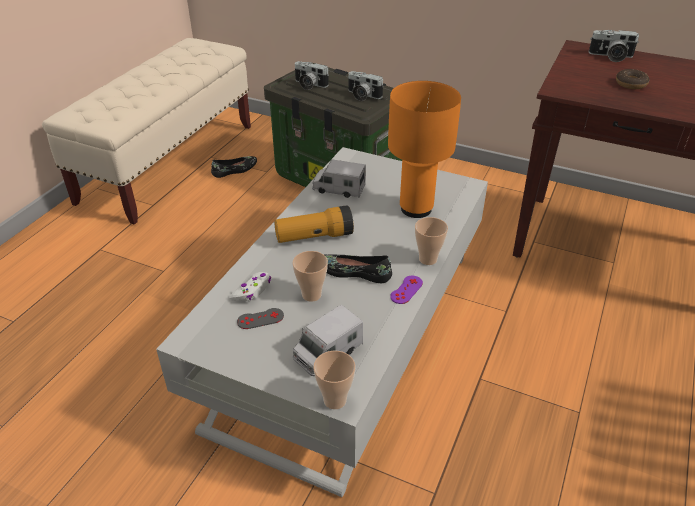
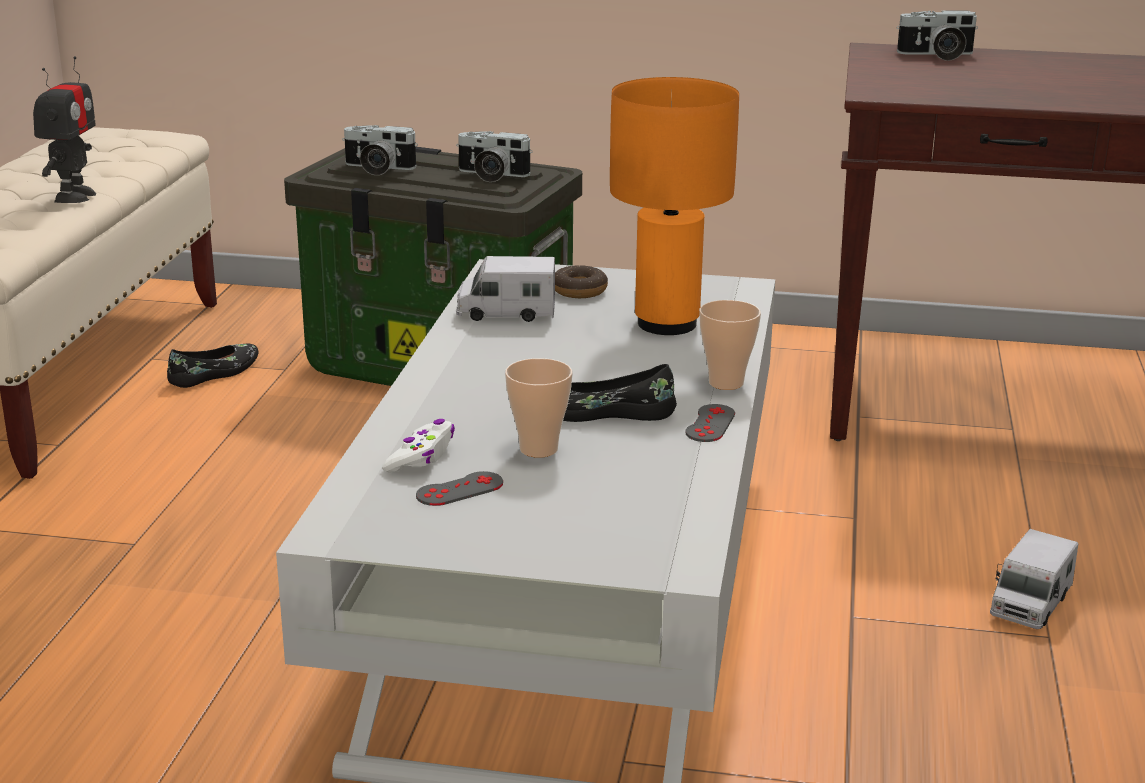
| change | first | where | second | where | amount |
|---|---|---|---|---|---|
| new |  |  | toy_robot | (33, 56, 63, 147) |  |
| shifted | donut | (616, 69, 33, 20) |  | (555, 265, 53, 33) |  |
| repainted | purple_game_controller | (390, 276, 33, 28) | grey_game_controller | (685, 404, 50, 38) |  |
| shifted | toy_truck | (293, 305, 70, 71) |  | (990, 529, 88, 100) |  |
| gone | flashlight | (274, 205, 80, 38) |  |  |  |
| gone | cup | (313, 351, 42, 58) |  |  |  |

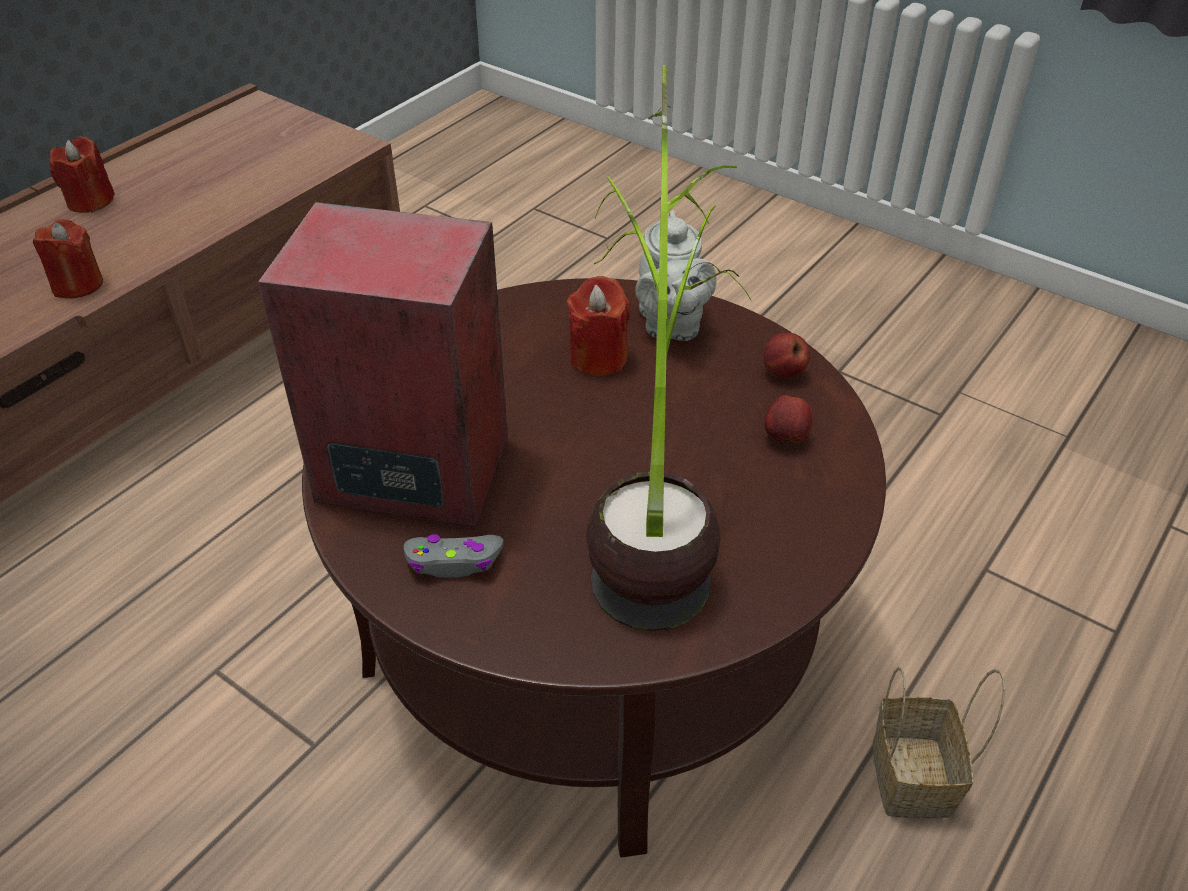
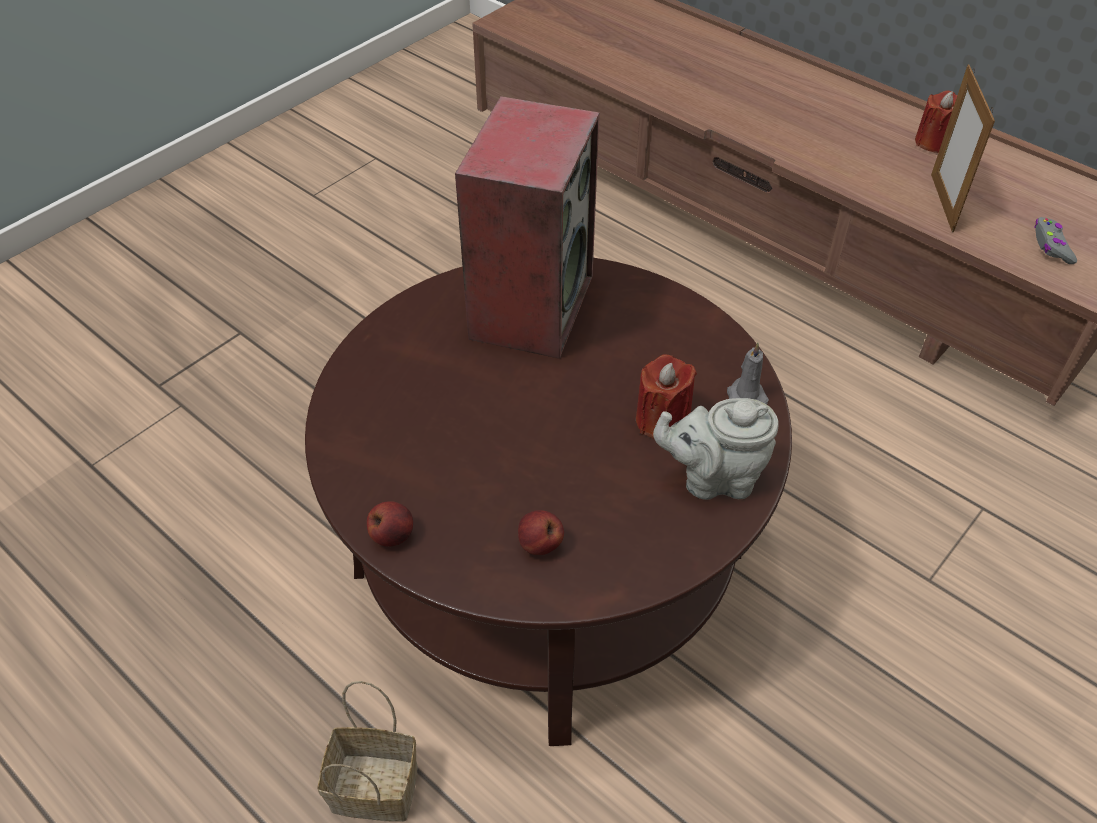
| change | first | where | second | where | amount |
|---|---|---|---|---|---|
| shifted | apple | (764, 333, 46, 45) |  | (367, 501, 46, 46) |  |
| new |  |  | grey_candle | (727, 342, 42, 62) |  |
| new |  |  | picture_frame | (931, 65, 64, 168) |  |
| shifted | grey_game_controller | (404, 534, 100, 43) |  | (1034, 217, 43, 47) |  |
| gone | red_candle | (33, 219, 70, 80) |  |  |  |
| gone | potted_plant | (586, 65, 166, 566) |  |  |  |

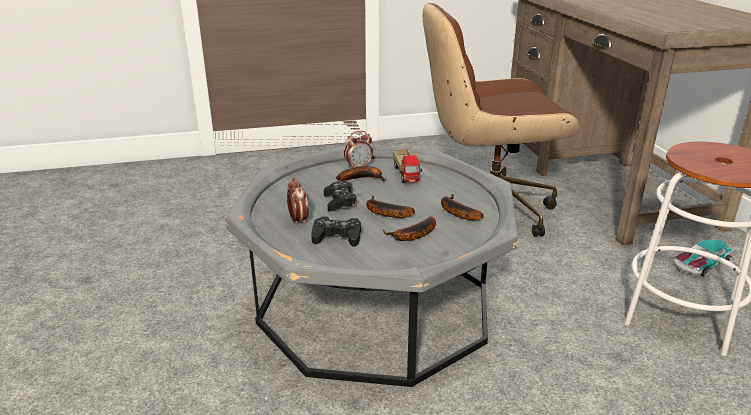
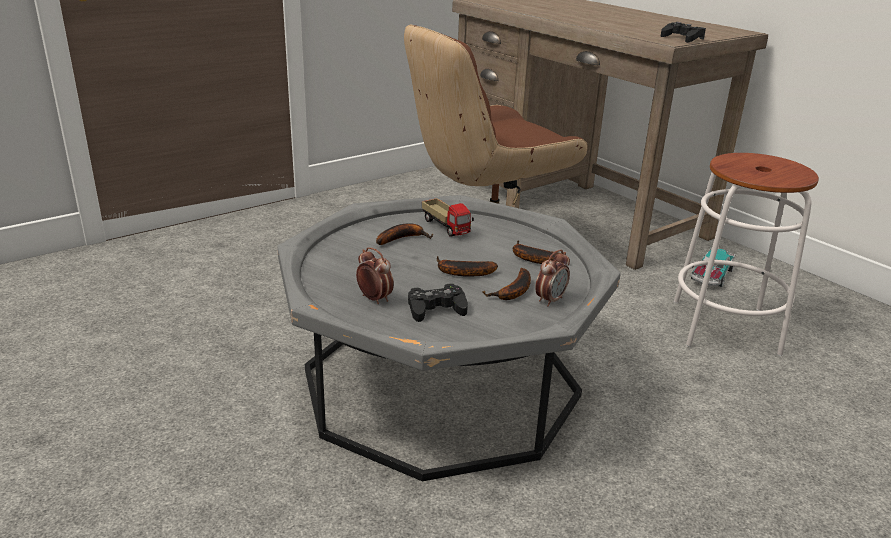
| change | first | where | second | where | amount |
|---|---|---|---|---|---|
| shifted | alarm_clock | (344, 131, 29, 37) |  | (535, 249, 35, 58) |  |
| shifted | black_game_controller | (324, 181, 33, 31) |  | (661, 22, 45, 21) |  |

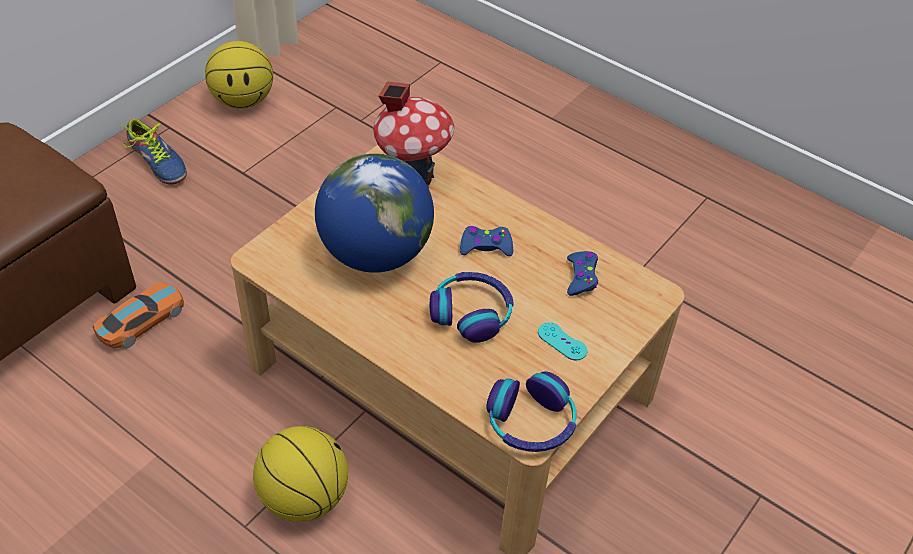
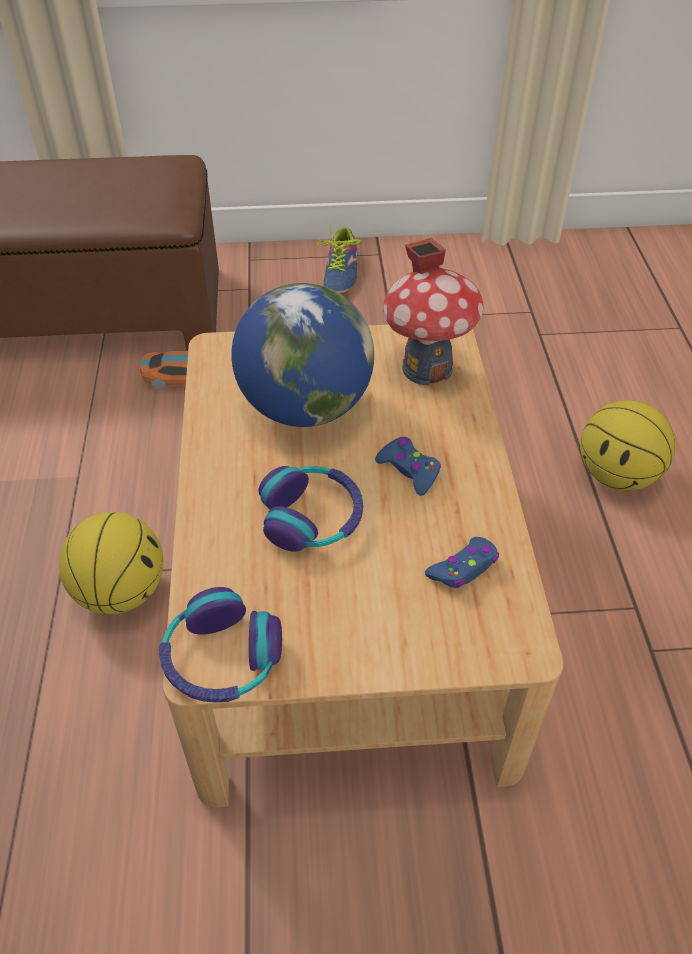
| change | first | where | second | where | amount |
|---|---|---|---|---|---|
| shifted | basketball | (205, 41, 68, 68) |  | (580, 400, 96, 90) |  |
| gone | turquoise_game_controller | (538, 322, 49, 39) |  |  |  |

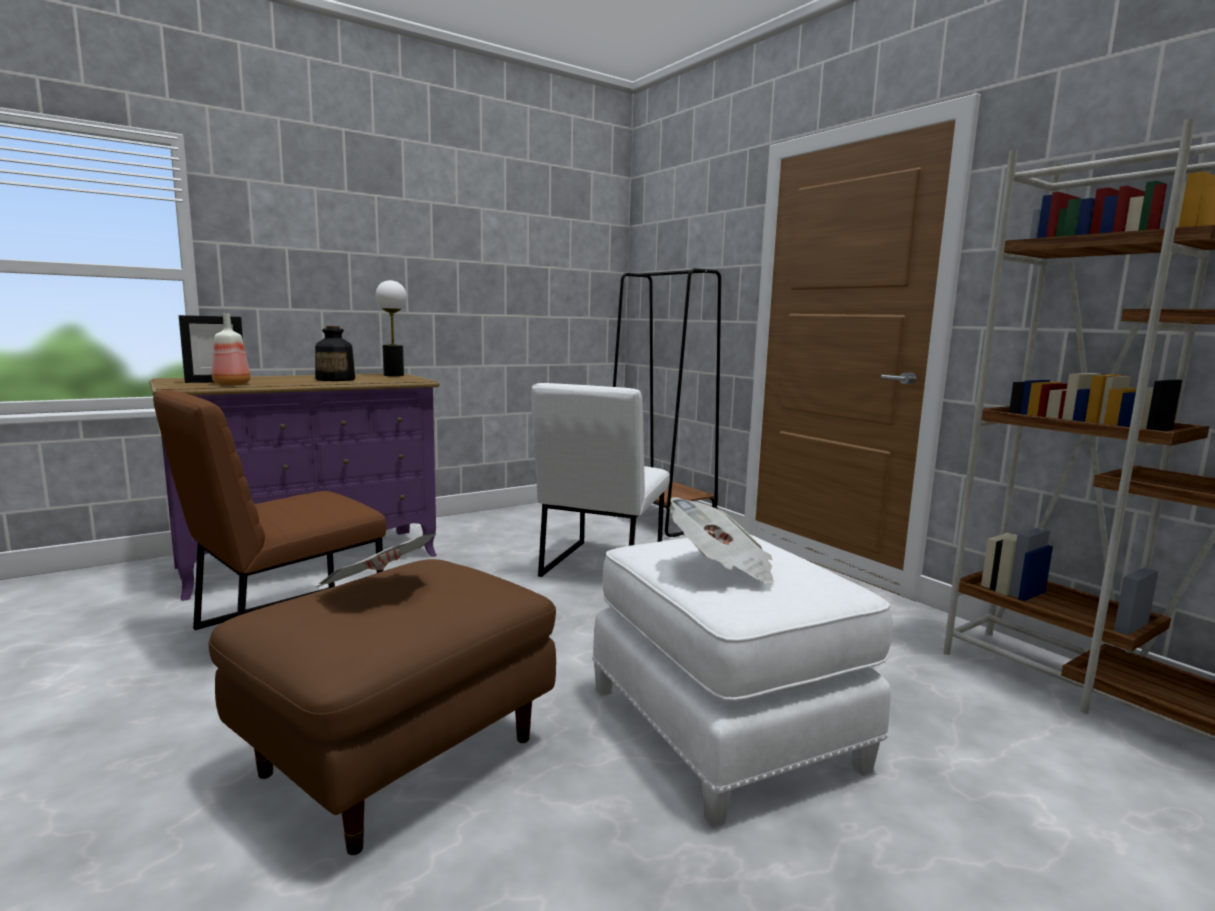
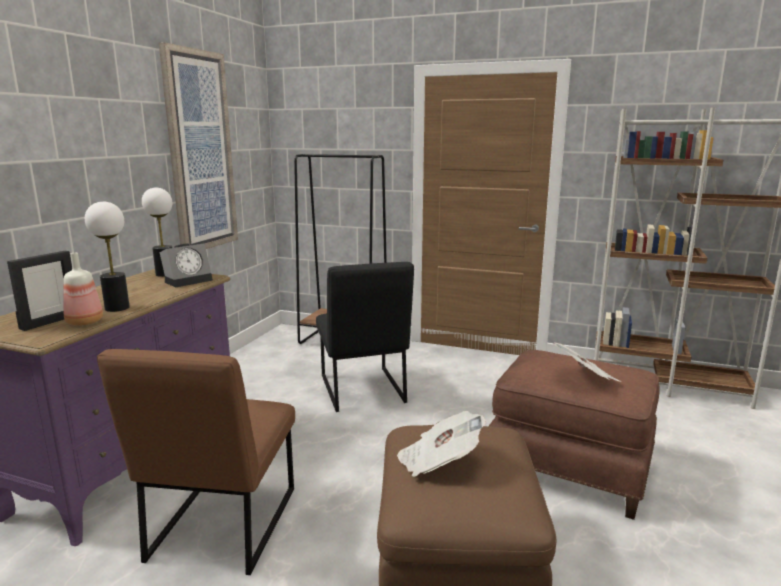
| change | first | where | second | where | amount |
|---|---|---|---|---|---|
| new |  |  | table_lamp | (85, 202, 45, 110) |  |
| new |  |  | picture | (159, 42, 79, 207) |  |
| new |  |  | alarm_clock | (160, 243, 53, 45) |  |
| repainted | white_chair | (531, 383, 139, 194) | black_chair | (316, 262, 98, 150) |  |
| repainted | white_ottoman | (592, 535, 301, 293) | brown_ottoman | (489, 350, 171, 170) |  |
| gone | bottle | (315, 326, 40, 55) |  |  |  |

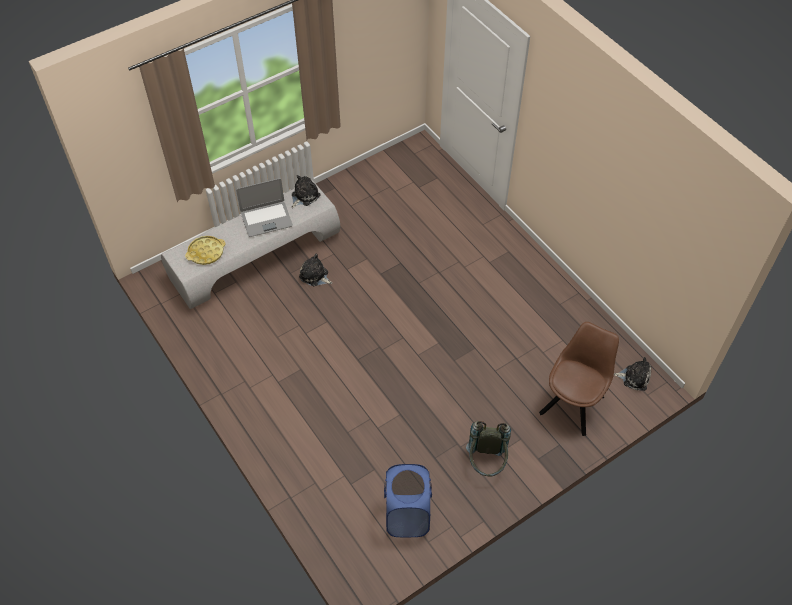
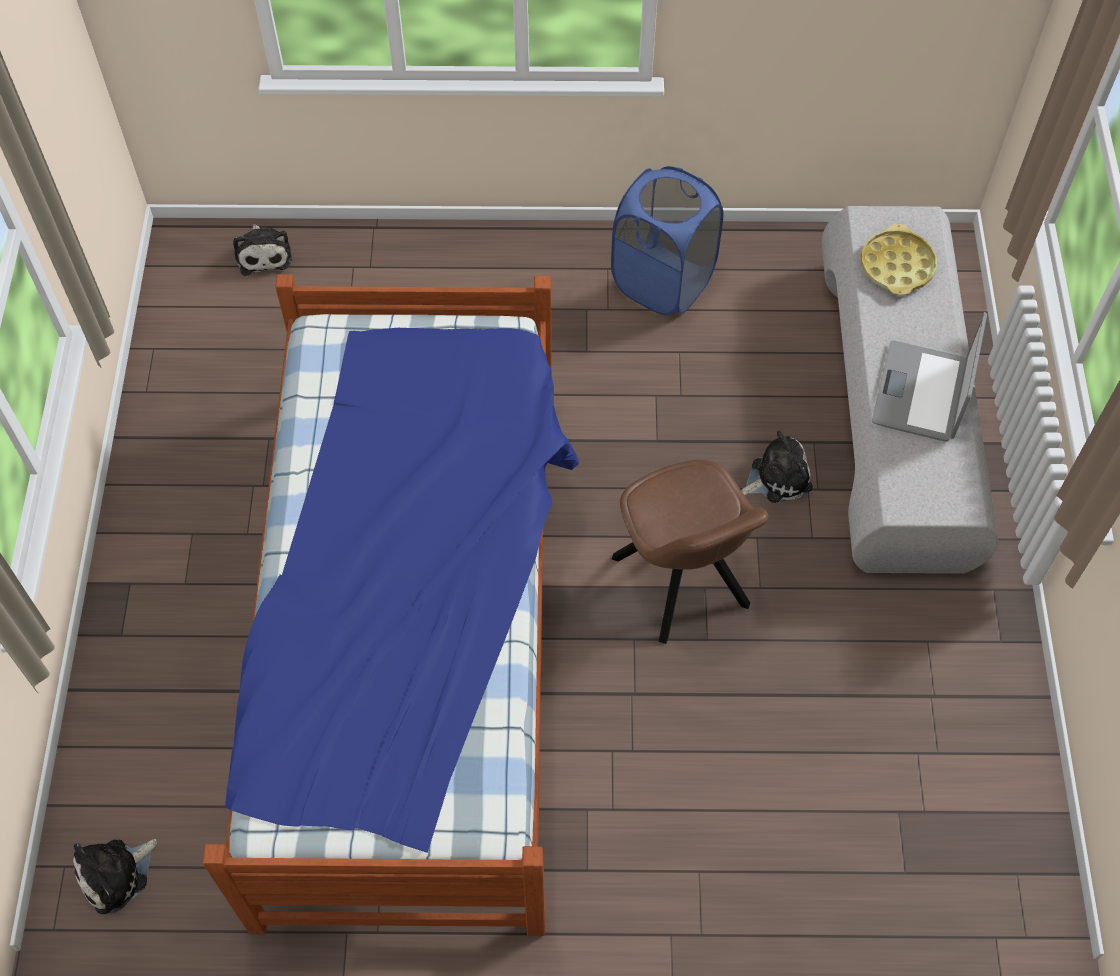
| change | first | where | second | where | amount |
|---|---|---|---|---|---|
| new |  |  | bed | (203, 274, 376, 662) |  |
| shifted | plush_toy | (292, 175, 28, 33) |  | (233, 224, 59, 52) |  |
| shifted | blue_laundry_basket | (384, 464, 48, 73) |  | (611, 166, 112, 150) |  |
| shifted | brown_chair | (539, 322, 80, 114) |  | (612, 460, 156, 184) |  |
| gone | grey_backpack | (466, 421, 45, 55) |  |  |  |

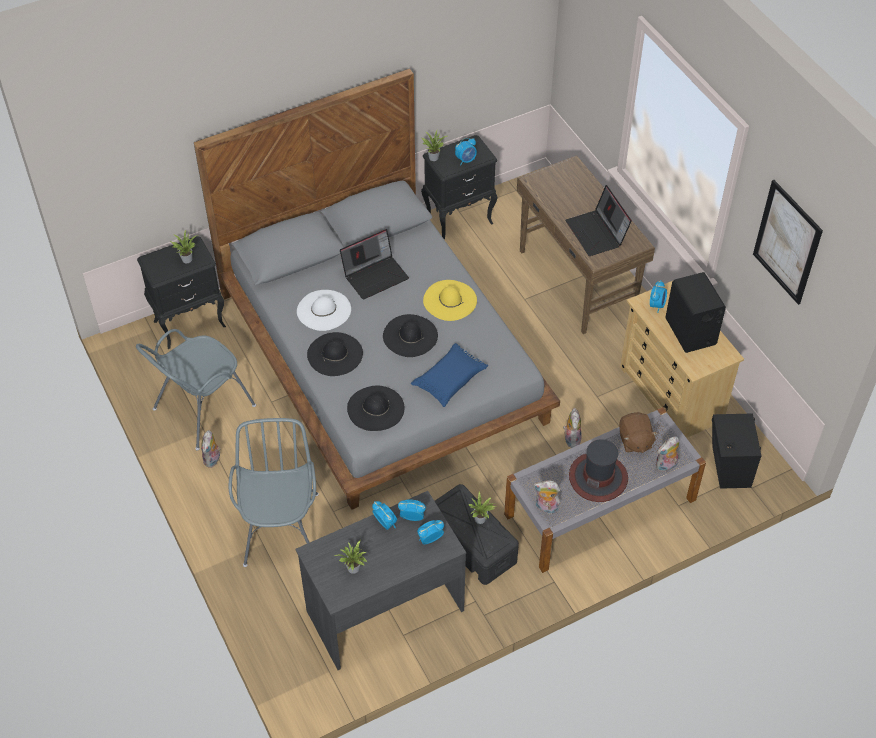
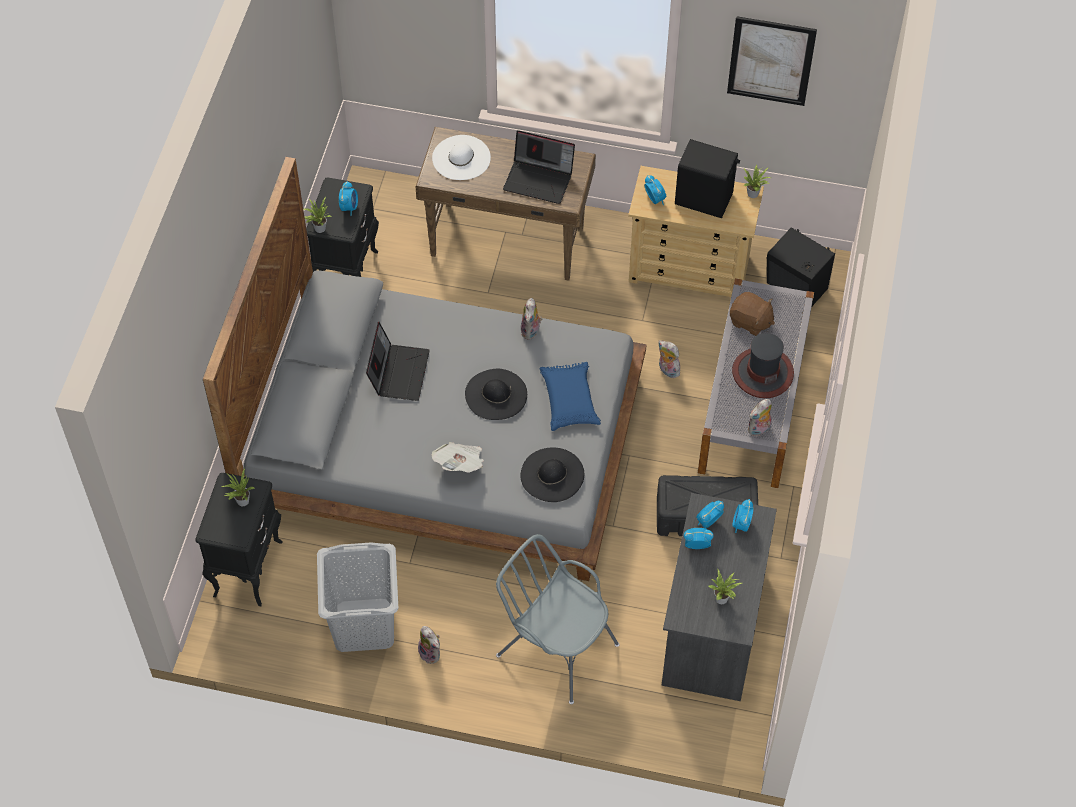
| change | first | where | second | where | amount |
|---|---|---|---|---|---|
| swapped | grey_chair | (136, 329, 120, 121) | grey_laundry_basket | (317, 543, 81, 109) |  |
| swapped | black_hat | (307, 332, 56, 44) | newspaper | (431, 442, 53, 31) |  |
| shifted | white_hat | (297, 290, 54, 41) |  | (432, 135, 59, 45) |  |
| shifted | plush_toy | (656, 437, 23, 35) |  | (521, 298, 22, 42) |  |
| shifted | potted_plant | (468, 492, 28, 32) |  | (743, 164, 28, 34) |  |
| gone | yellow_hat | (423, 280, 54, 41) |  |  |  |

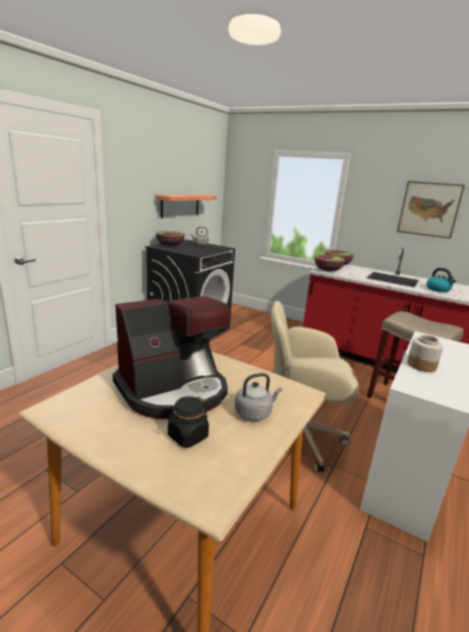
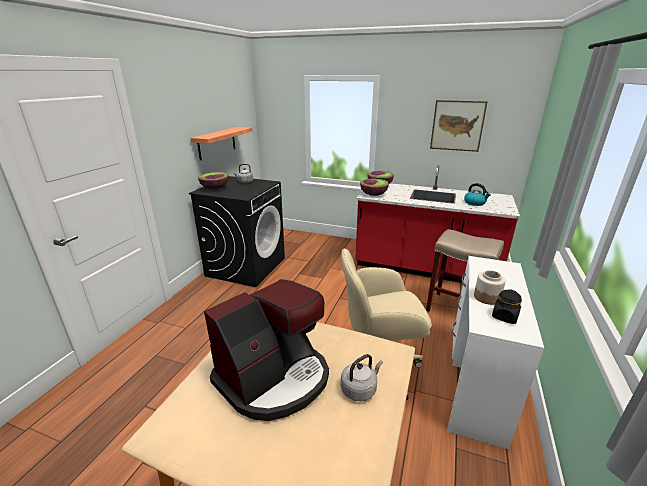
| change | first | where | second | where | amount |
|---|---|---|---|---|---|
| shifted | black_jar | (168, 396, 41, 52) |  | (492, 289, 30, 35) |  |

